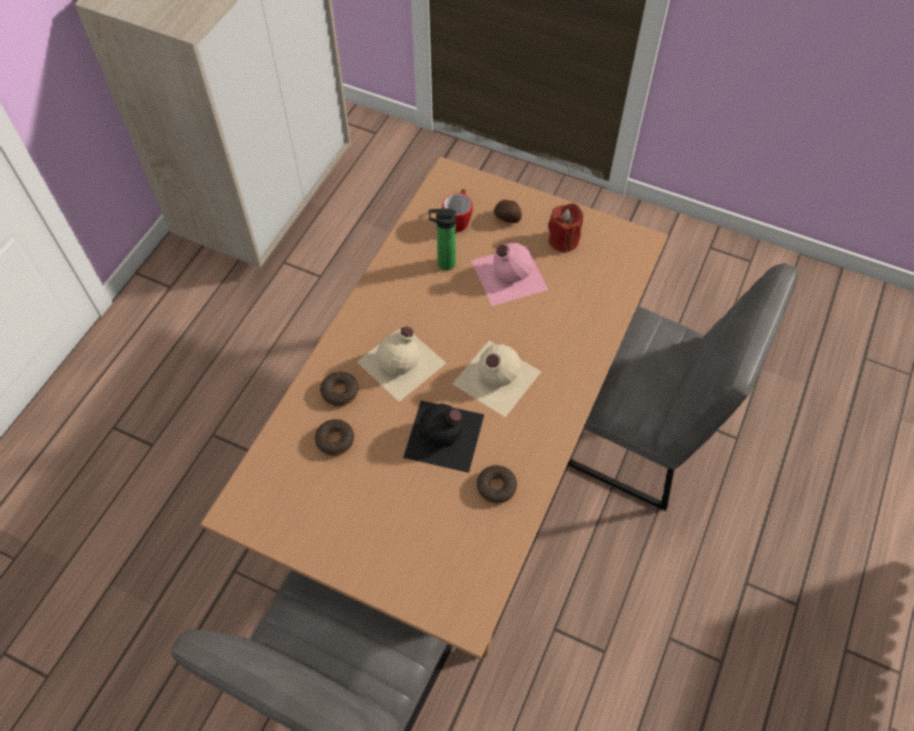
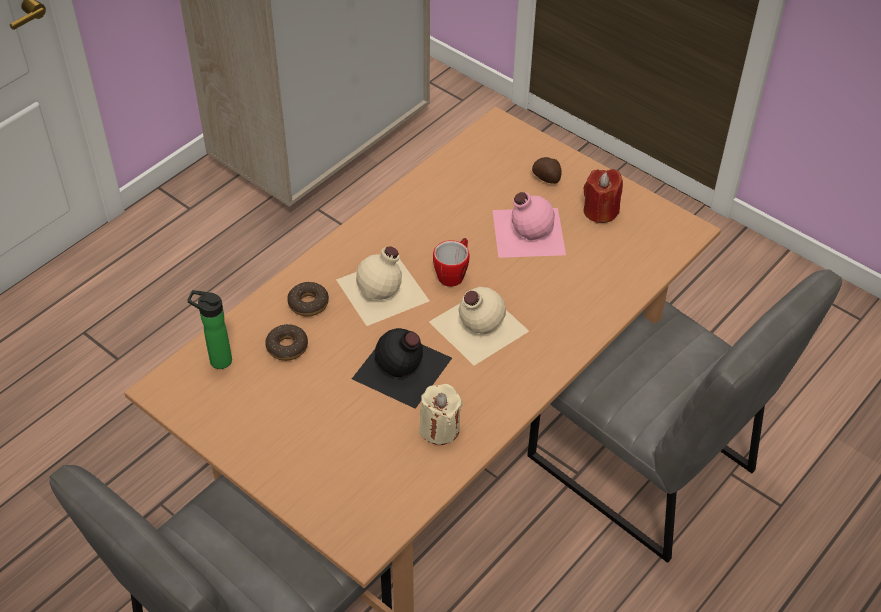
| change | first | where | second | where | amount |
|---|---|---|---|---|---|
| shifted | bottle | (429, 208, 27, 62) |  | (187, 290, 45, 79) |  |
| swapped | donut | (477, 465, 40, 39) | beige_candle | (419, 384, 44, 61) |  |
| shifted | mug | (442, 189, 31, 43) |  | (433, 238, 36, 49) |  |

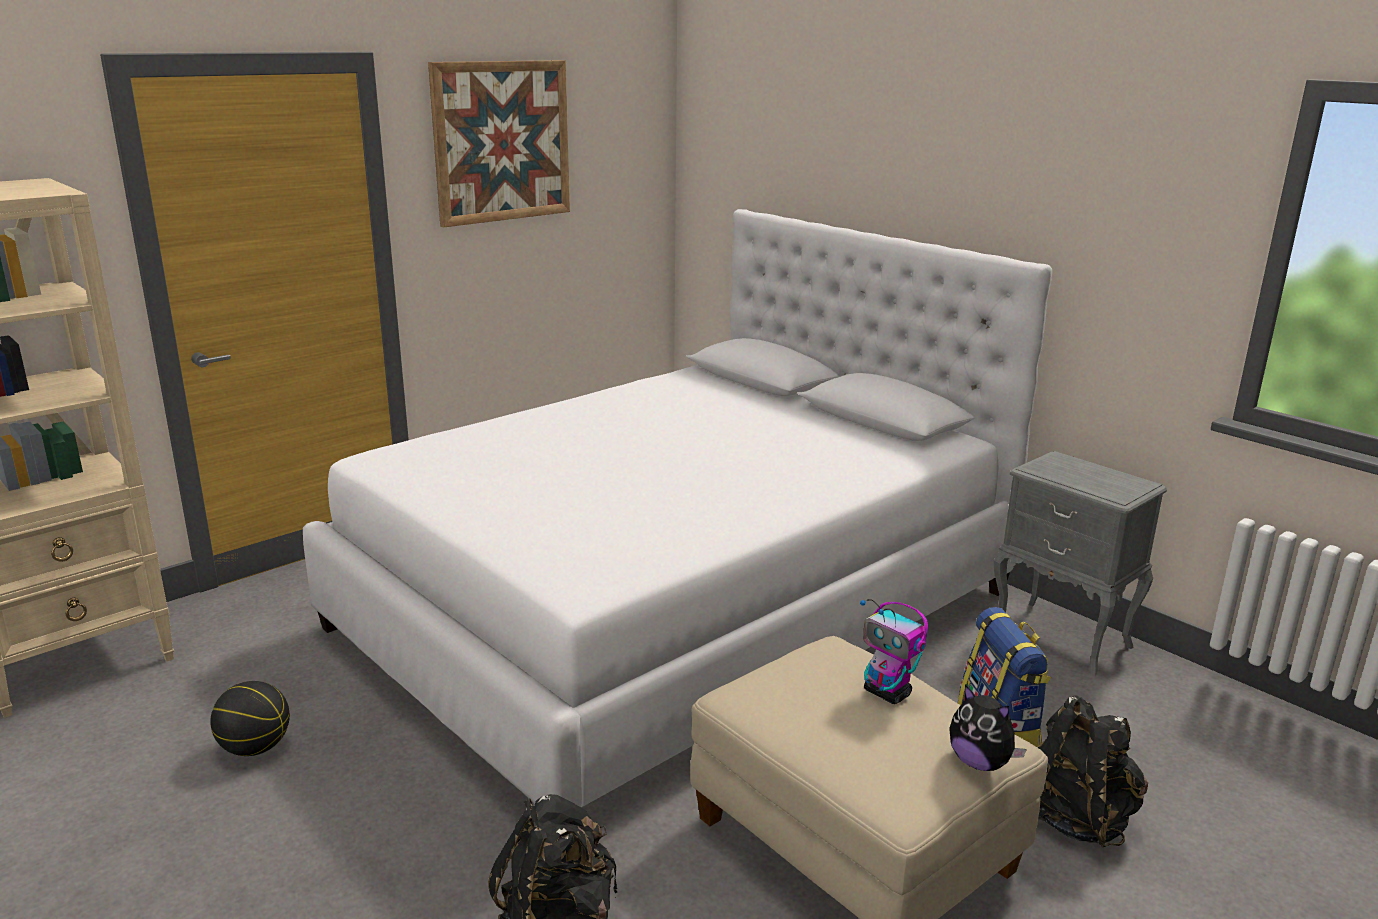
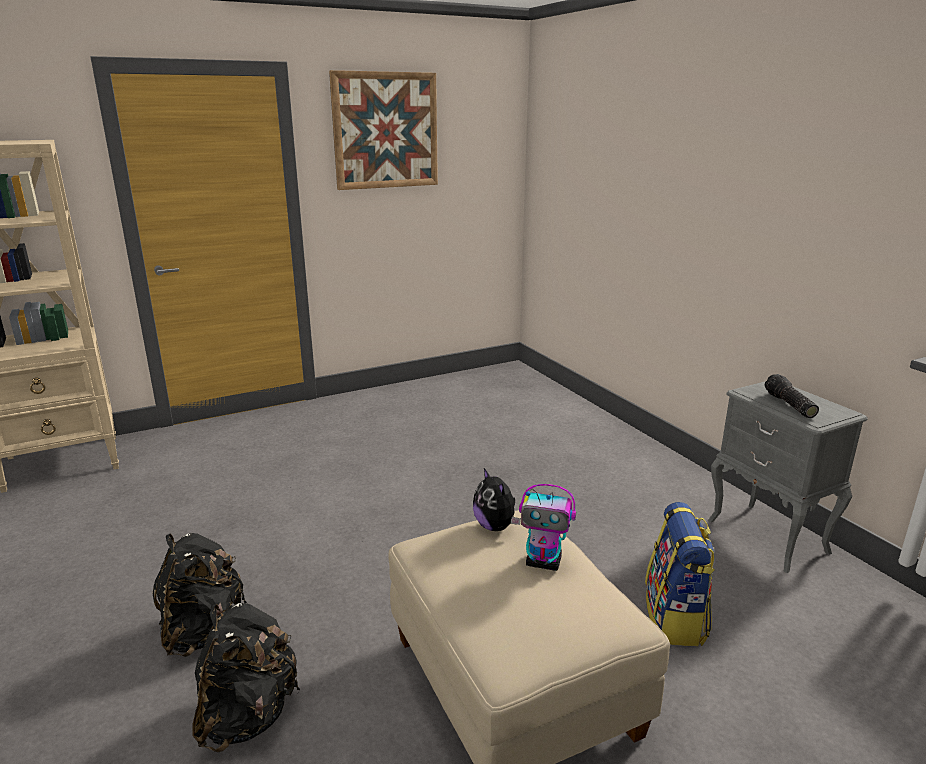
| change | first | where | second | where | amount |
|---|---|---|---|---|---|
| shifted | black_backpack | (1038, 695, 110, 153) |  | (153, 533, 94, 124) |  |
| shifted | plush_toy | (949, 685, 78, 86) |  | (473, 468, 48, 63) |  |
| rotated | toy_robot | (860, 599, 68, 105) |  | (519, 484, 57, 87) | 45 degrees counterclockwise |
| new |  |  | flashlight | (765, 374, 54, 44) |  |
| gone | basketball | (210, 681, 80, 75) |  |  |  |
| gone | white_bed | (303, 209, 749, 598) |  |  |  |

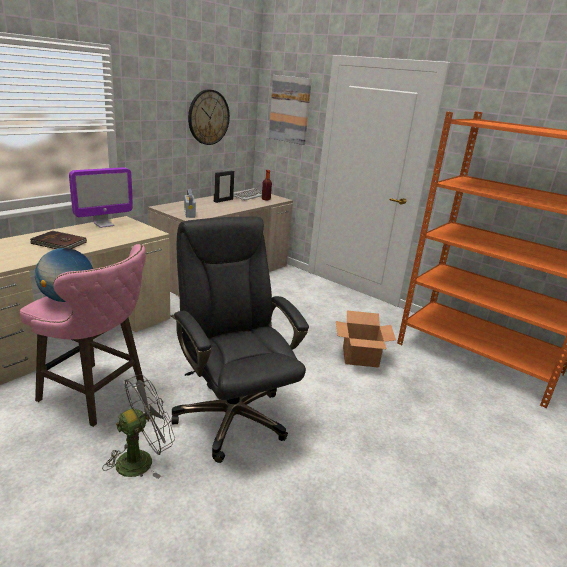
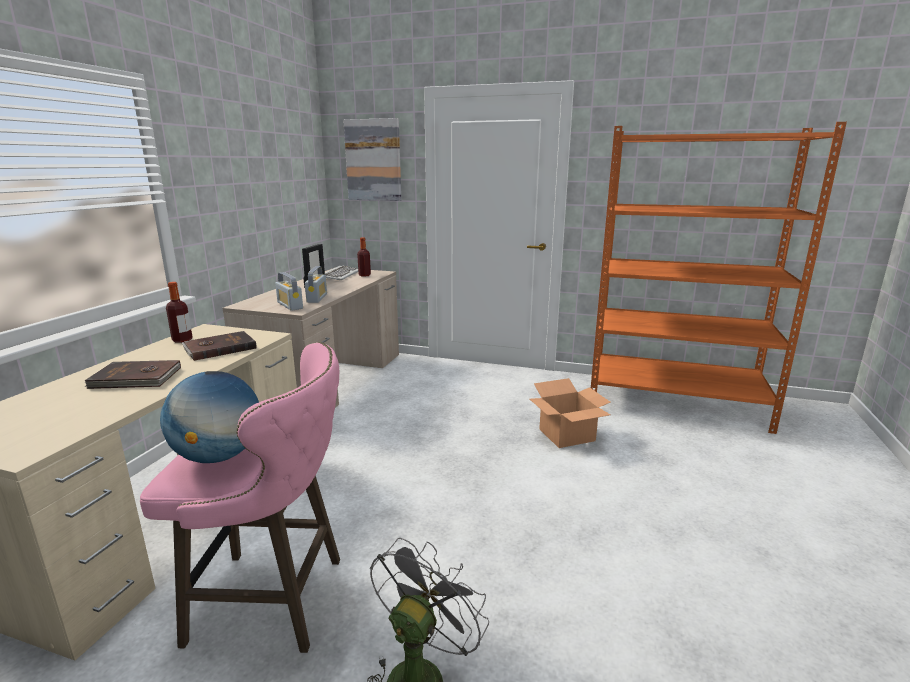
| change | first | where | second | where | amount |
|---|---|---|---|---|---|
| swapped | monitor | (69, 167, 64, 61) | bottle | (166, 282, 27, 61) |  |
| new |  |  | brown_book | (182, 331, 75, 30) |  |
| new |  |  | radio | (305, 266, 22, 37) |  |
| gone | black_office_chair | (171, 216, 138, 247) |  |  |  |
| gone | wall_clock | (188, 89, 42, 56) |  |  |  |

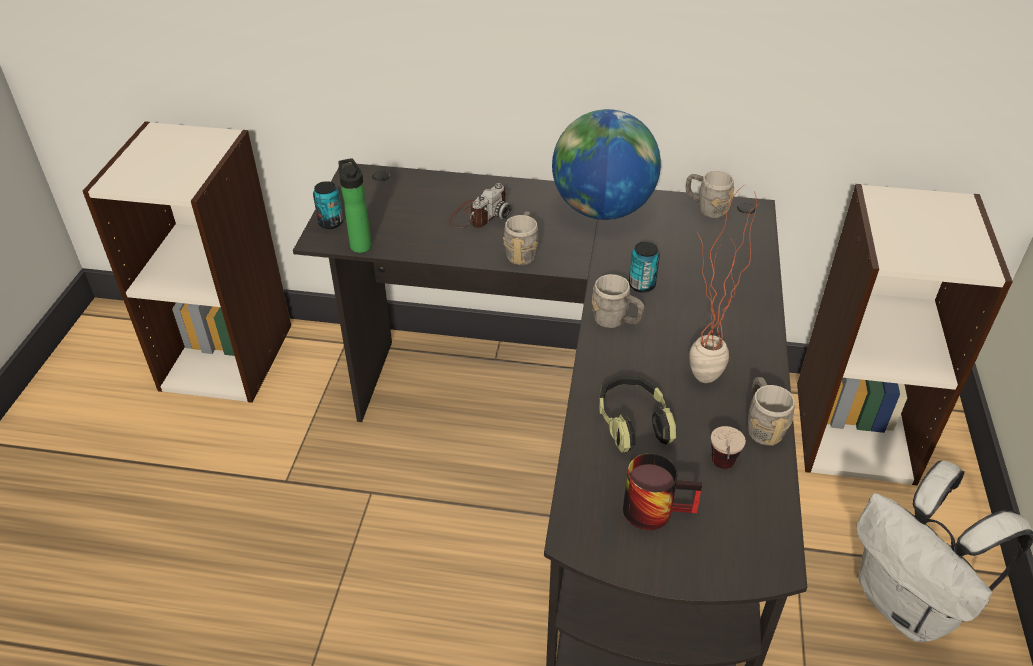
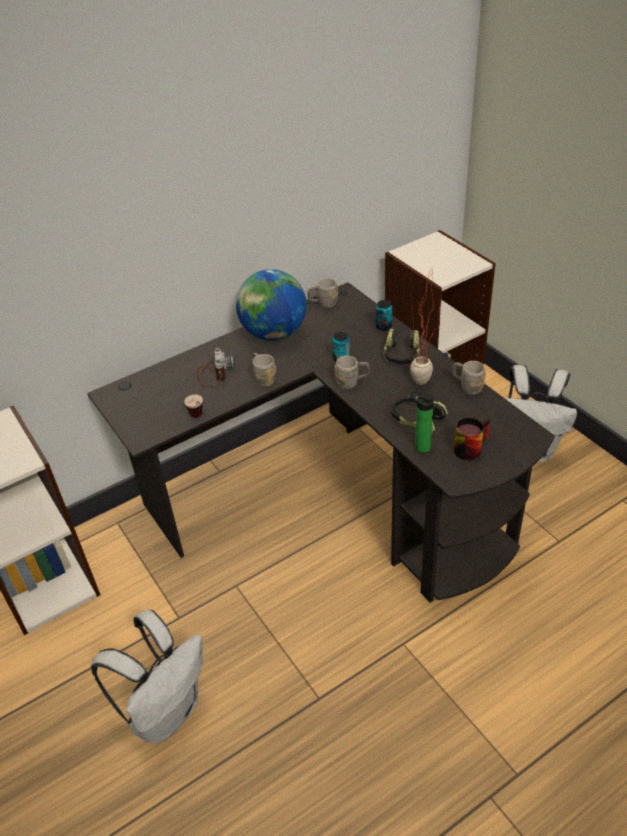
| change | first | where | second | where | amount |
|---|---|---|---|---|---|
| new |  |  | white_backpack | (91, 610, 112, 134) |  |
| shifted | cup | (711, 426, 35, 43) |  | (184, 395, 19, 23) |  |
| shifted | can | (313, 181, 30, 48) |  | (376, 300, 16, 31) |  |
| new |  |  | headphones | (384, 329, 36, 35) |  |
| shifted | bottle | (339, 158, 33, 95) |  | (410, 390, 24, 63) |  |

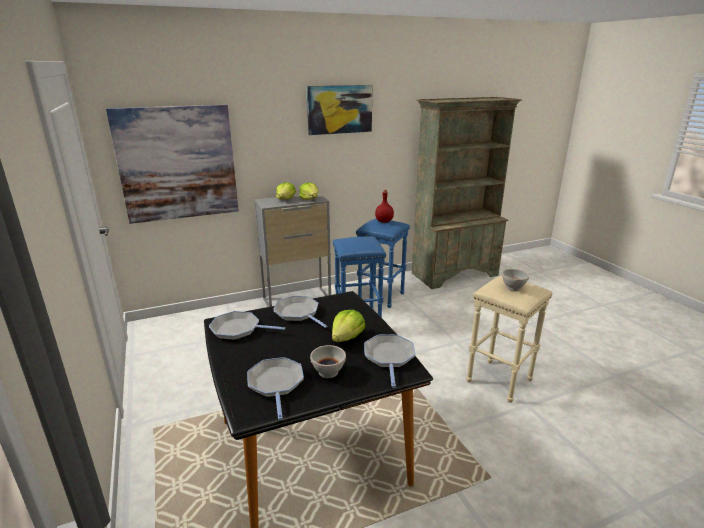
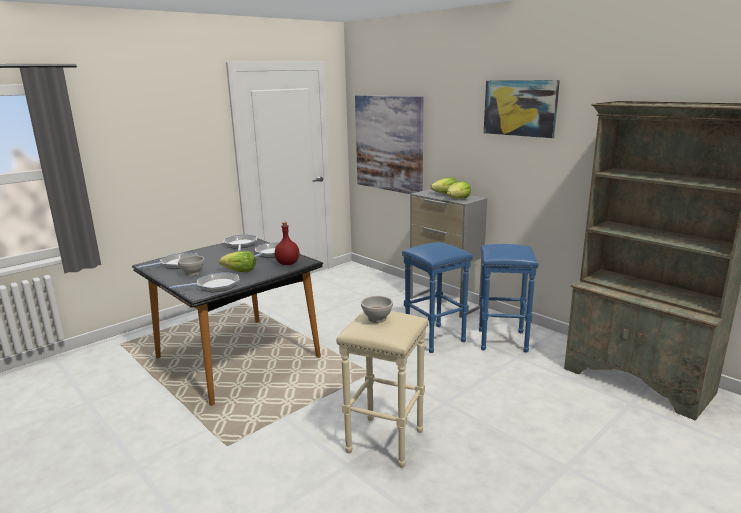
| change | first | where | second | where | amount |
|---|---|---|---|---|---|
| shifted | red_bottle | (375, 190, 19, 33) |  | (275, 222, 24, 43) |  |

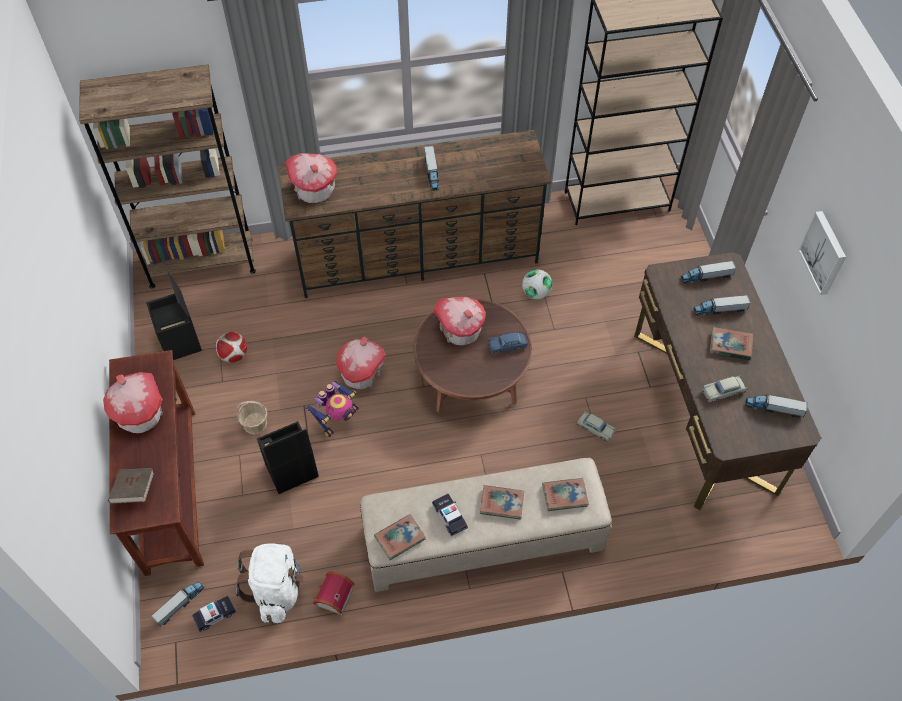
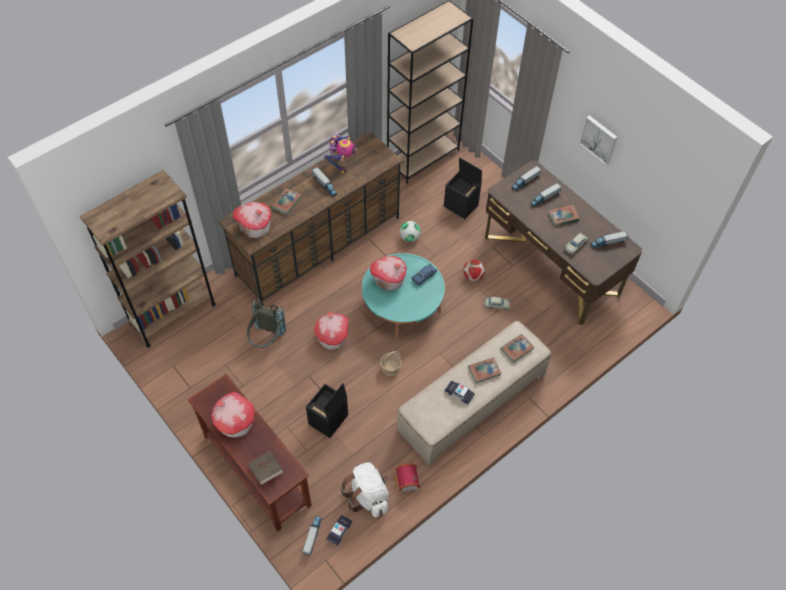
| change | first | where | second | where | amount |
|---|---|---|---|---|---|
| new |  |  | grey_backpack | (247, 299, 39, 49) |  |
| shifted | book | (374, 514, 52, 46) |  | (271, 188, 30, 27) |  |
| shifted | toy_robot | (306, 381, 53, 56) |  | (324, 134, 33, 40) |  |
| repainted | brown_coffee_table | (413, 299, 119, 113) | turquoise_coffee_table | (362, 253, 83, 87) |  |
| shifted | basket | (237, 401, 30, 34) |  | (380, 351, 21, 25) |  |
| shifted | black_storage_box | (146, 272, 56, 88) |  | (444, 157, 38, 62) |  |
| shifted | football | (215, 332, 32, 31) |  | (463, 260, 22, 21) |  |

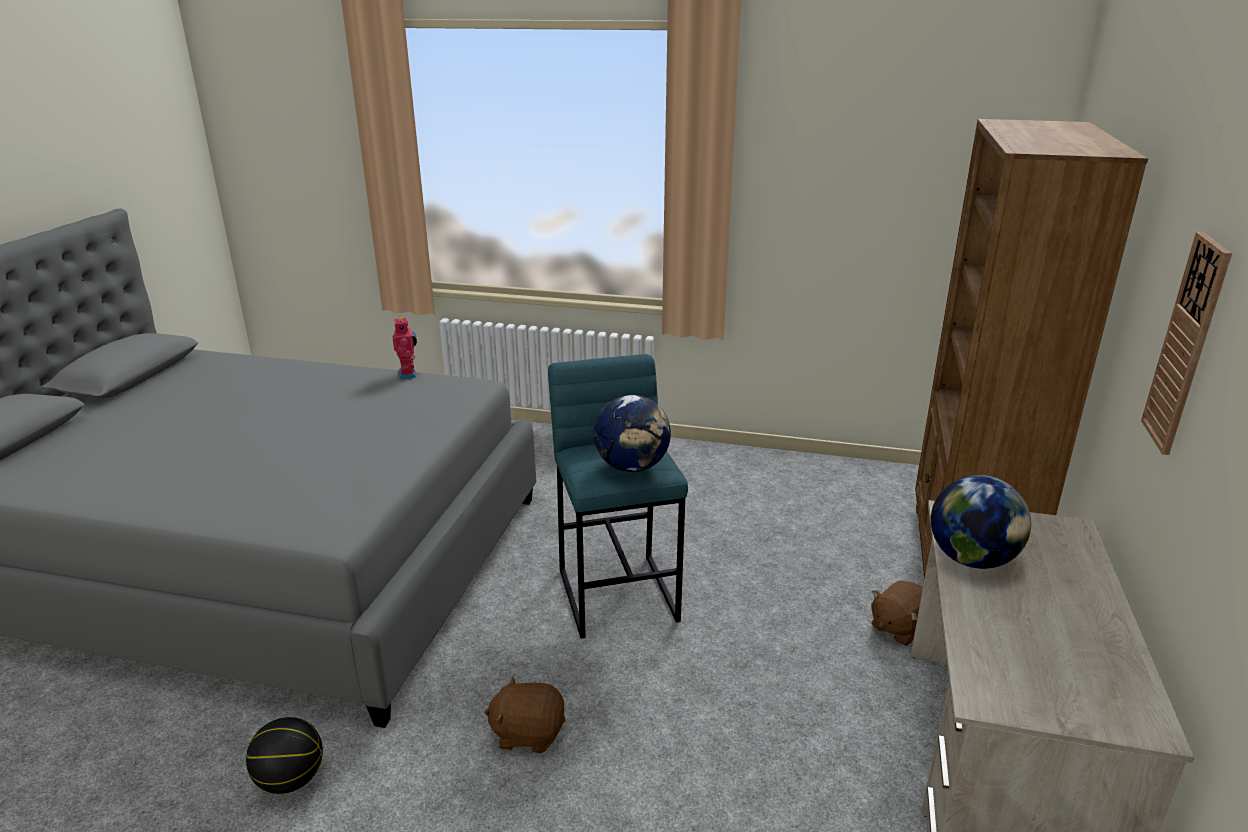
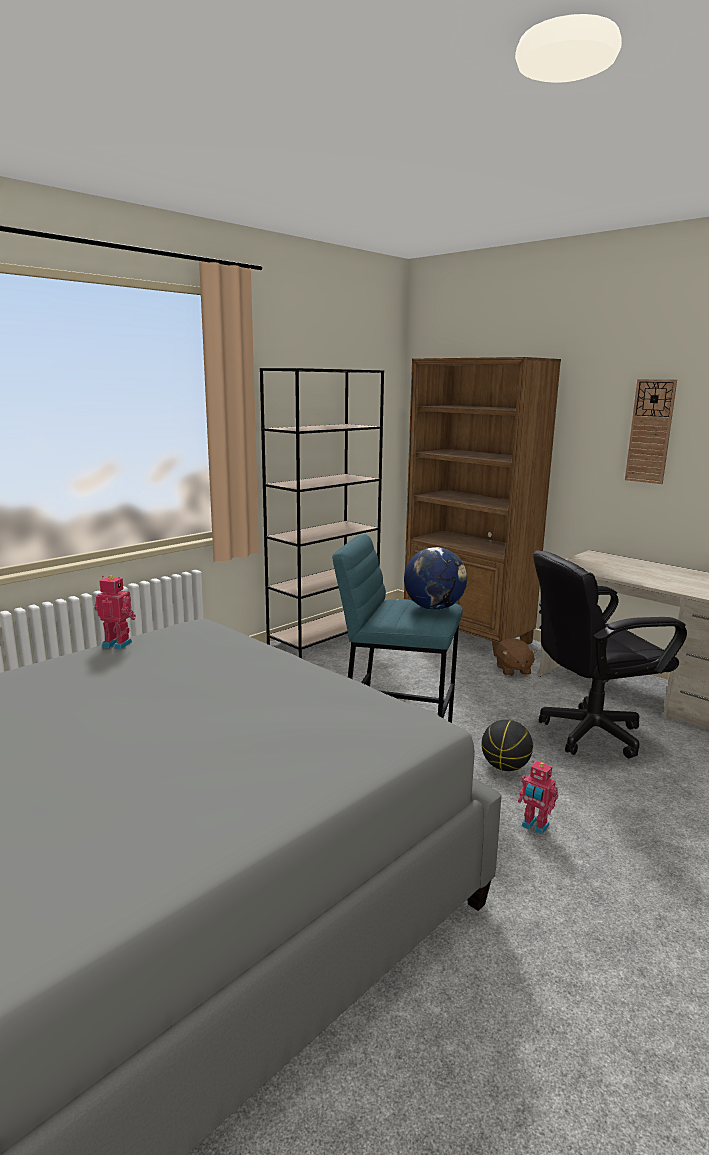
| change | first | where | second | where | amount |
|---|---|---|---|---|---|
| new |  |  | beige_bookcase | (260, 368, 124, 290) |  |
| shifted | basketball | (246, 717, 77, 77) |  | (482, 719, 51, 52) |  |
| swapped | brown_plush_toy | (484, 676, 82, 77) | toy_robot | (518, 761, 40, 74) |  |
| new |  |  | black_office_chair | (533, 550, 154, 209) |  |
| gone | globe | (931, 475, 100, 94) |  |  |  |

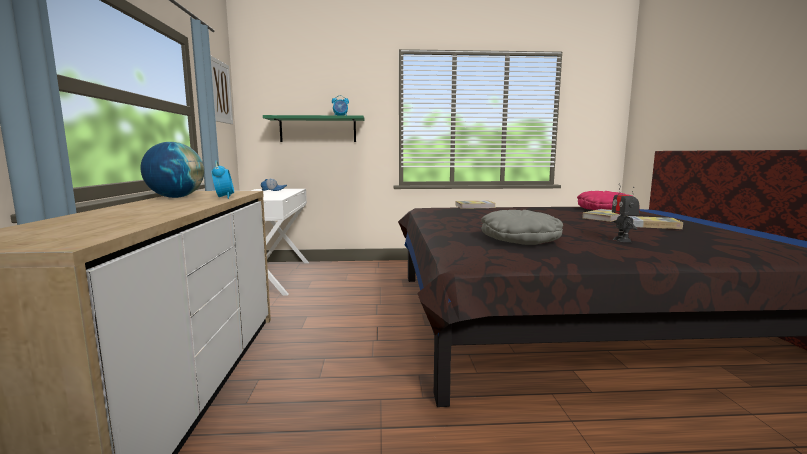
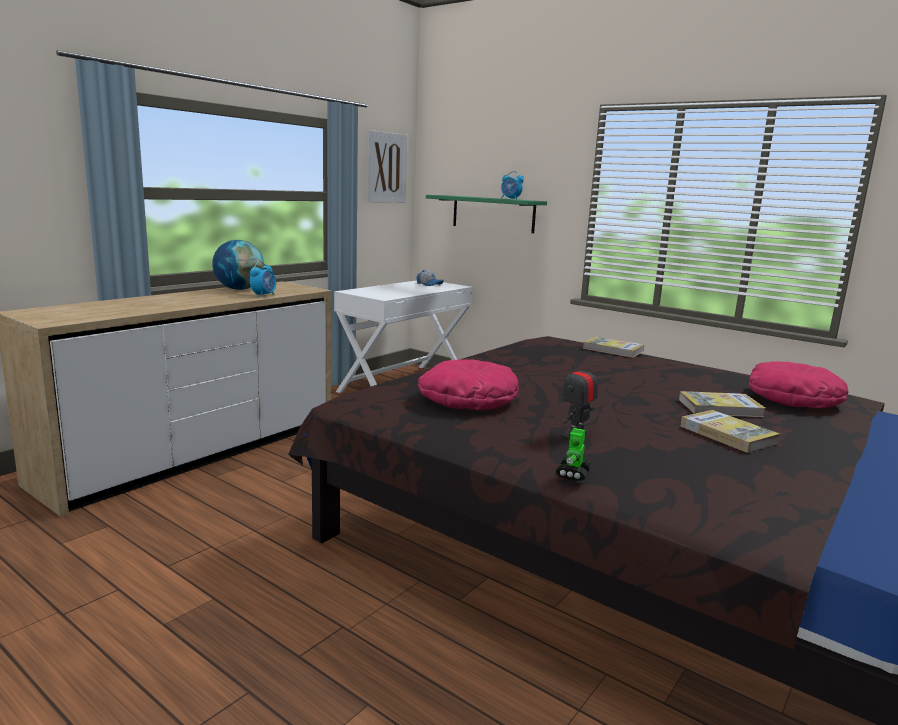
| change | first | where | second | where | amount |
|---|---|---|---|---|---|
| repainted | grey_pillow | (481, 210, 82, 35) | pink_pillow | (418, 359, 101, 51) |  |
| new |  |  | toy_robot | (556, 428, 36, 53) |  |

